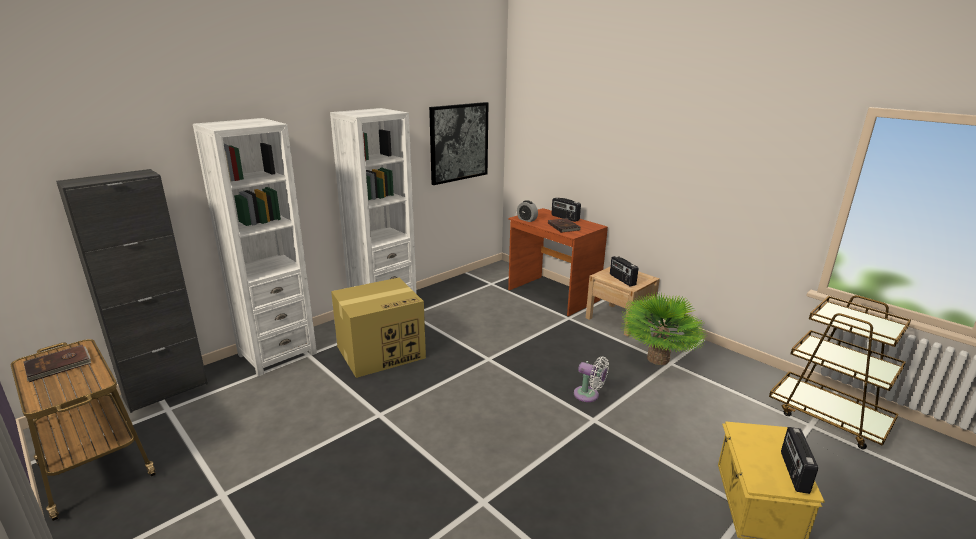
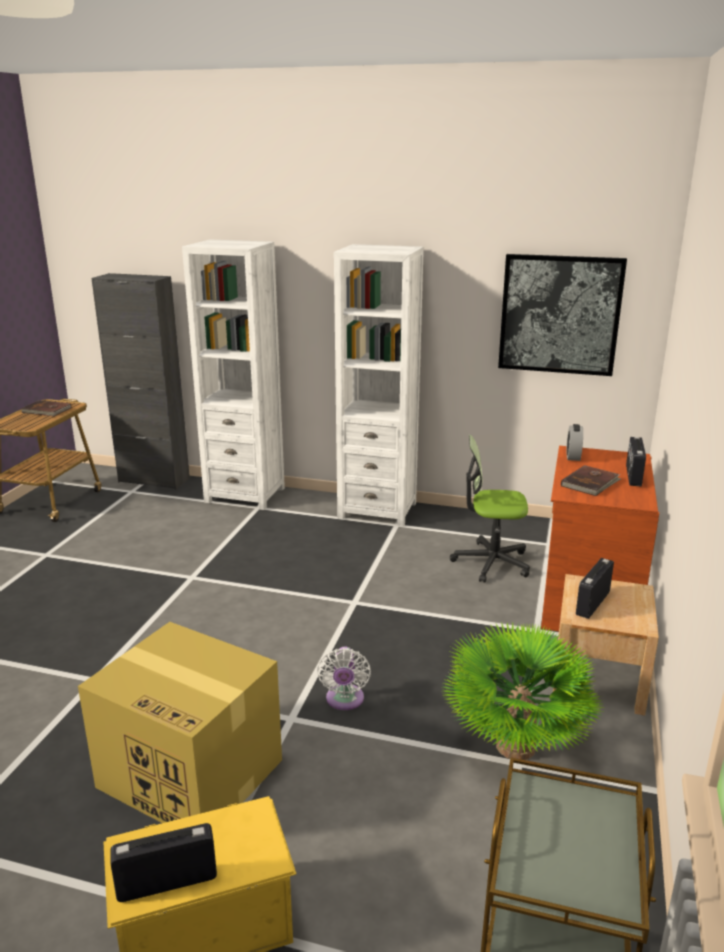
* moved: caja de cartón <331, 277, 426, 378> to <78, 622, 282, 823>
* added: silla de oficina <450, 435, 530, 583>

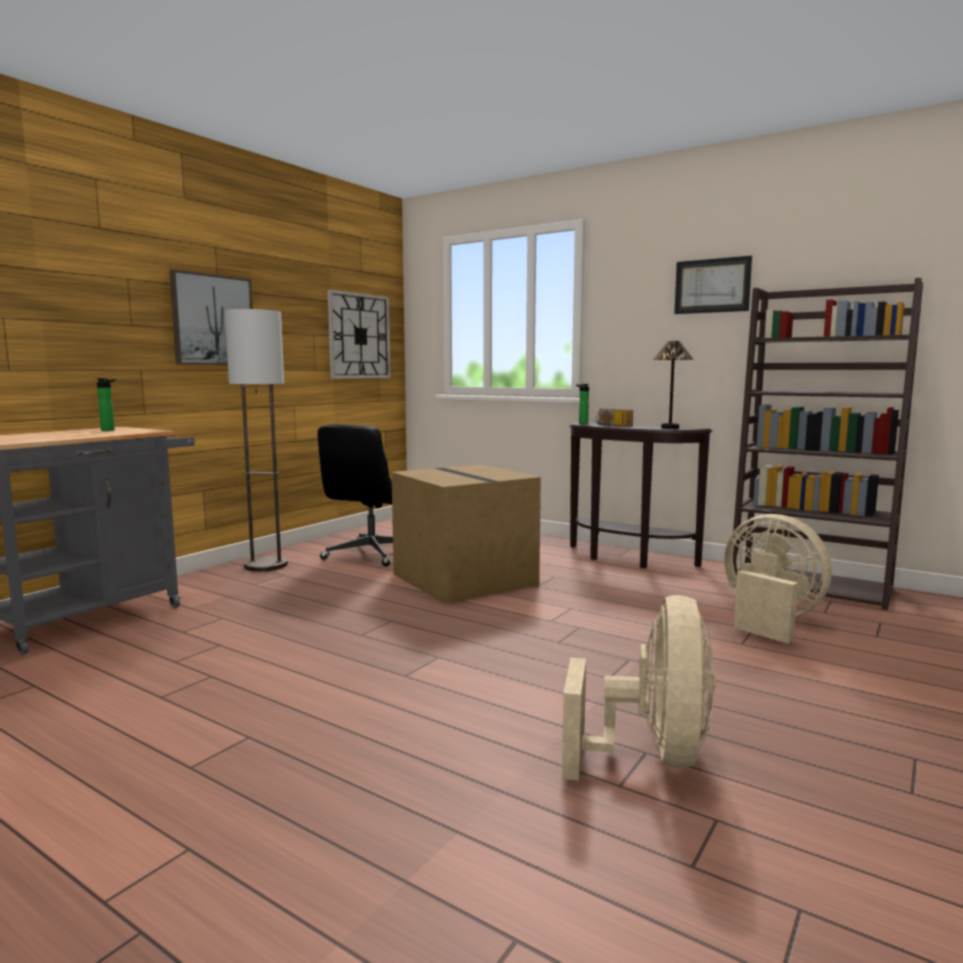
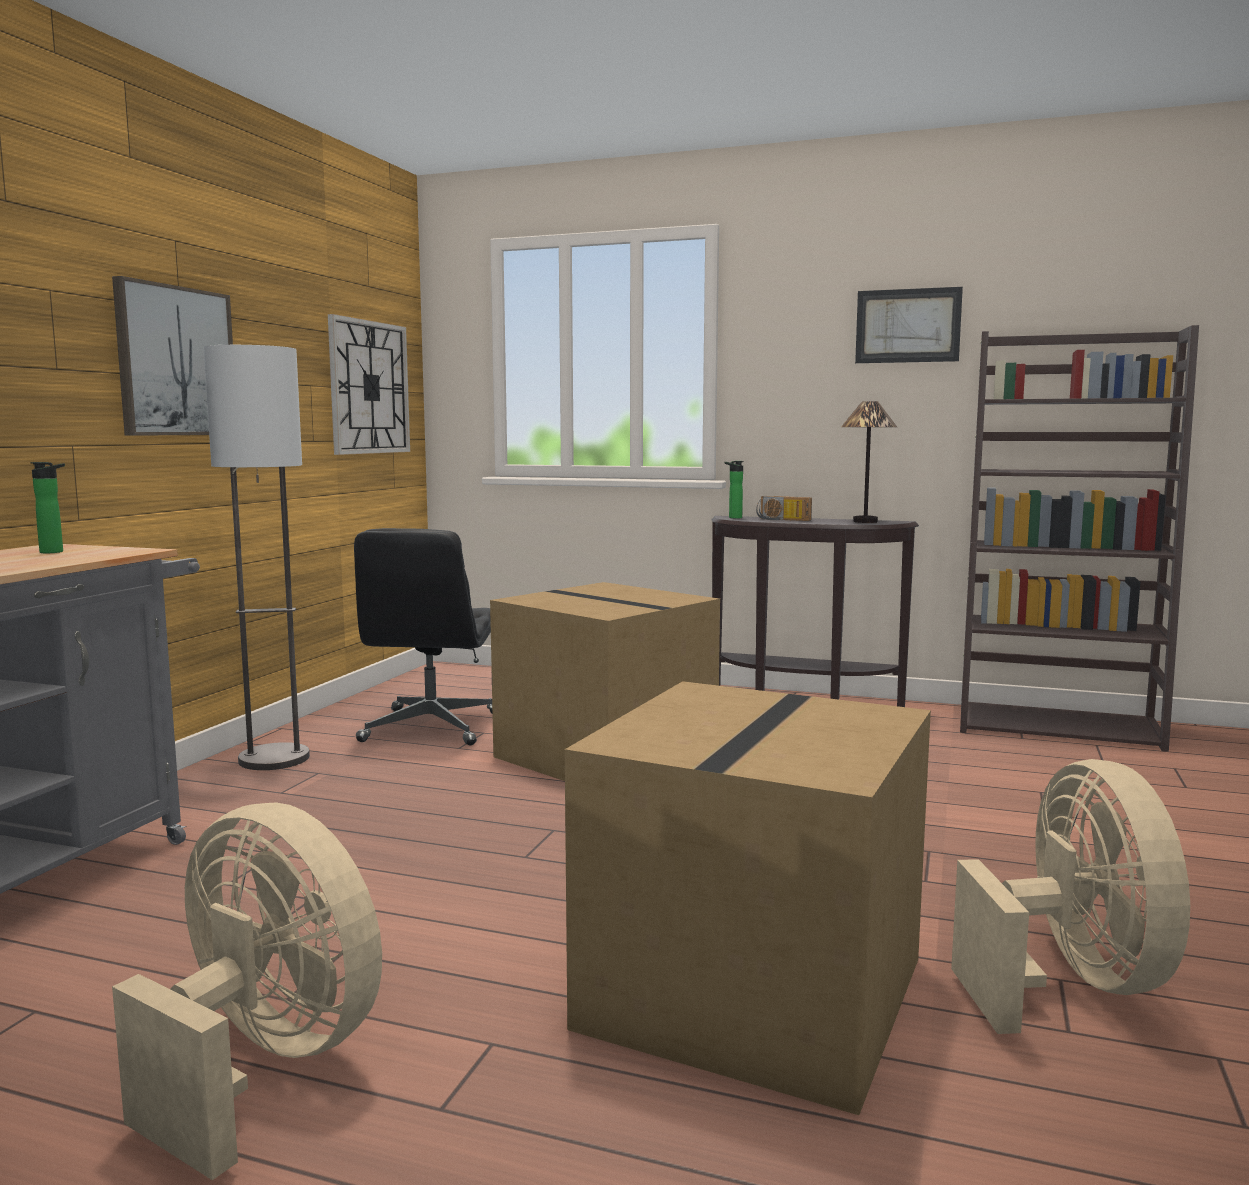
* moved: ventilador (beis) <724, 514, 832, 644> to <112, 803, 382, 1180>
* added: caja de cartón <565, 681, 931, 1115>

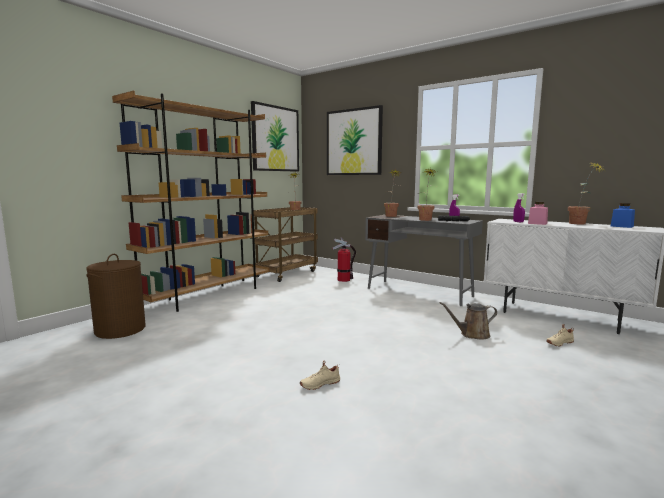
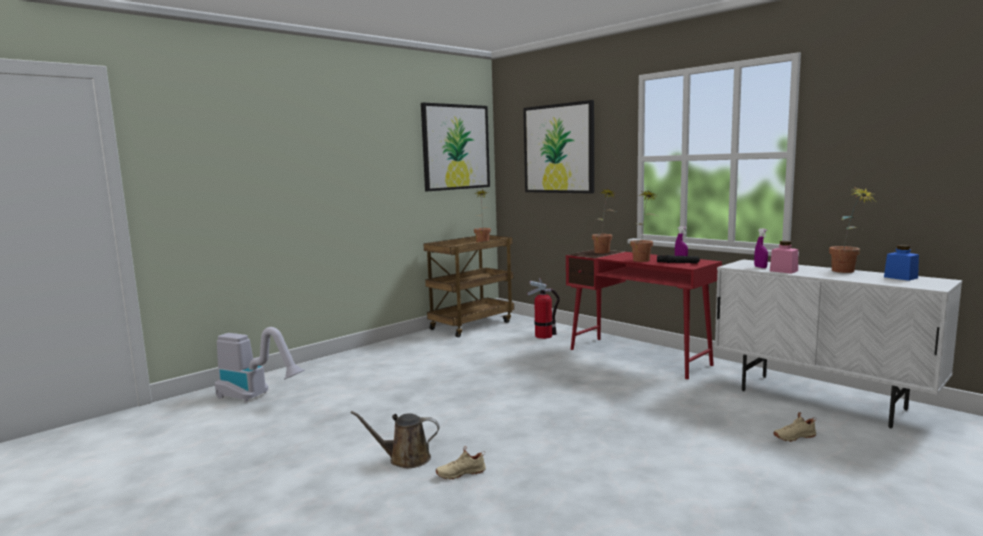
* replaced: cesto de la ropa (marrón) <86, 254, 146, 339> to aspiradora <215, 327, 305, 402>
* removed: estantería (marrón) <112, 91, 269, 312>
* recoloured: escritorio (gris) <365, 215, 483, 306> to escritorio (rojo) <566, 249, 722, 379>
* moved: regadera (marrón) <439, 302, 497, 340> to <350, 411, 440, 468>

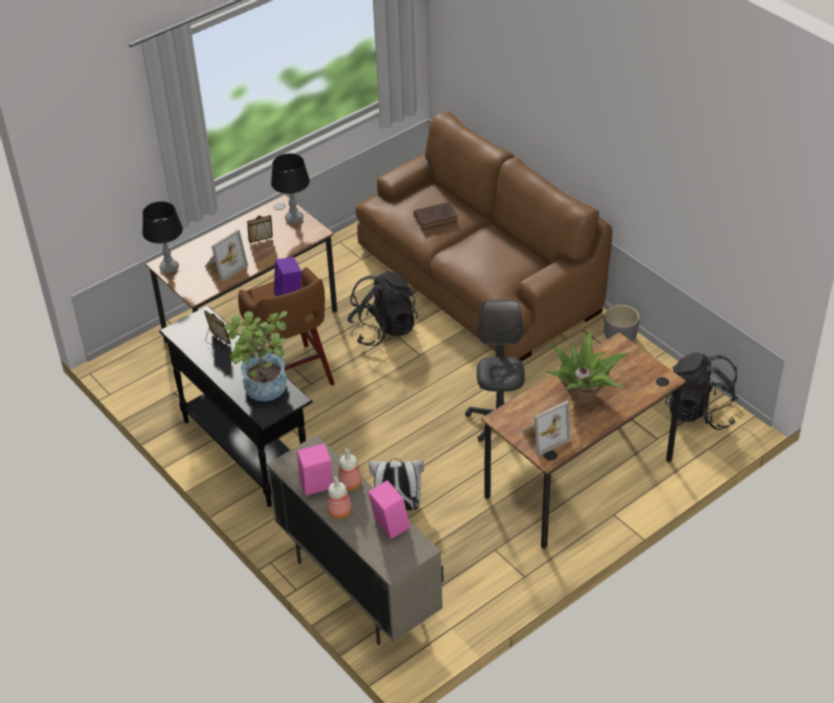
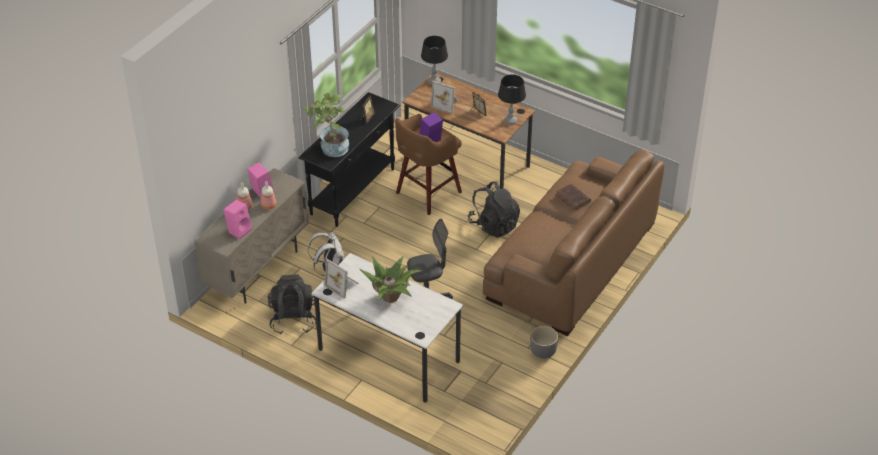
* recoloured: escritorio (marrón) <481, 332, 686, 549> to escritorio (blanco) <311, 253, 463, 403>
* moved: mochila (negro) <665, 352, 739, 430> to <268, 274, 316, 335>

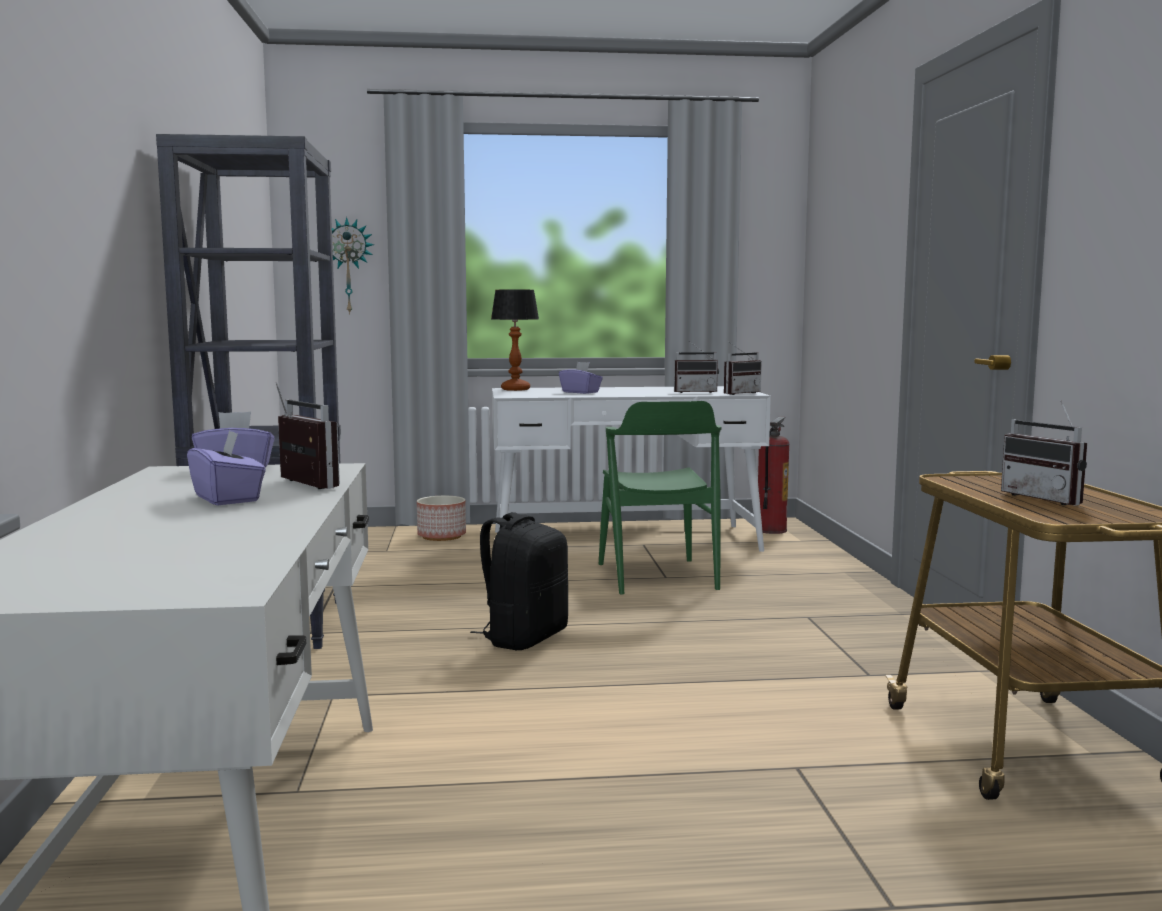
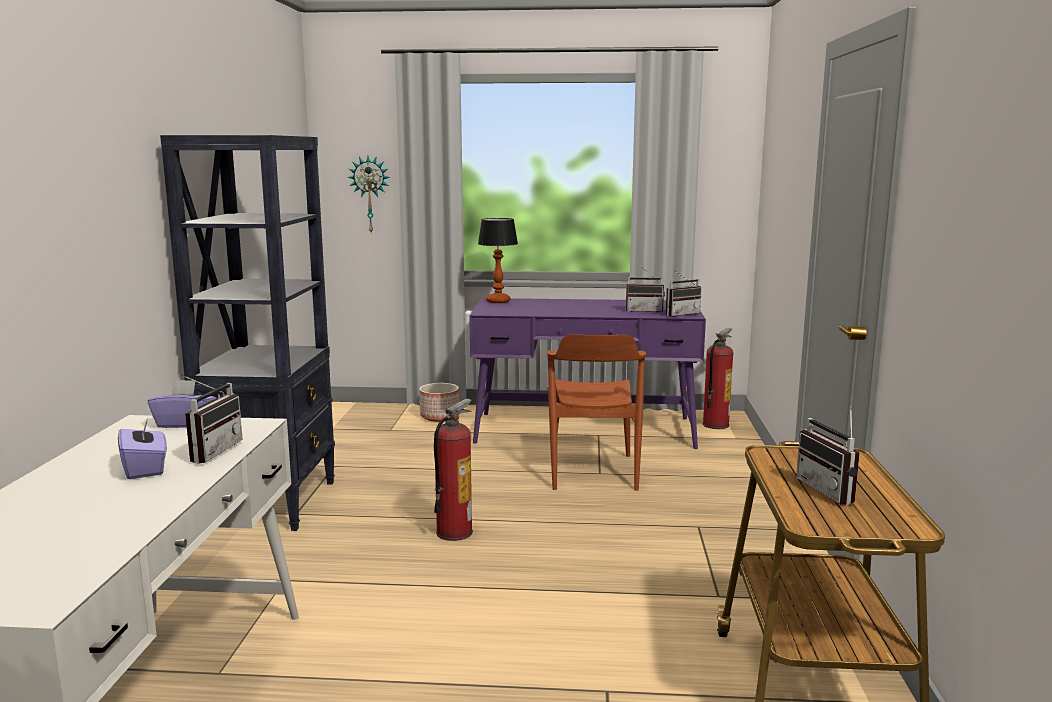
* turned: radio <276, 383, 340, 489> = <181, 375, 243, 464> 45 degrees clockwise
* replaced: mochila (negro) <470, 512, 568, 650> to extintor <434, 399, 473, 541>
* recoloured: escritorio (blanco) <492, 386, 771, 552> to escritorio (morado) <469, 298, 706, 449>
* removed: caja de pañuelos (morado) <559, 362, 603, 394>
* recoloured: silla (verde) <599, 401, 722, 594> to silla (marrón) <547, 334, 646, 491>

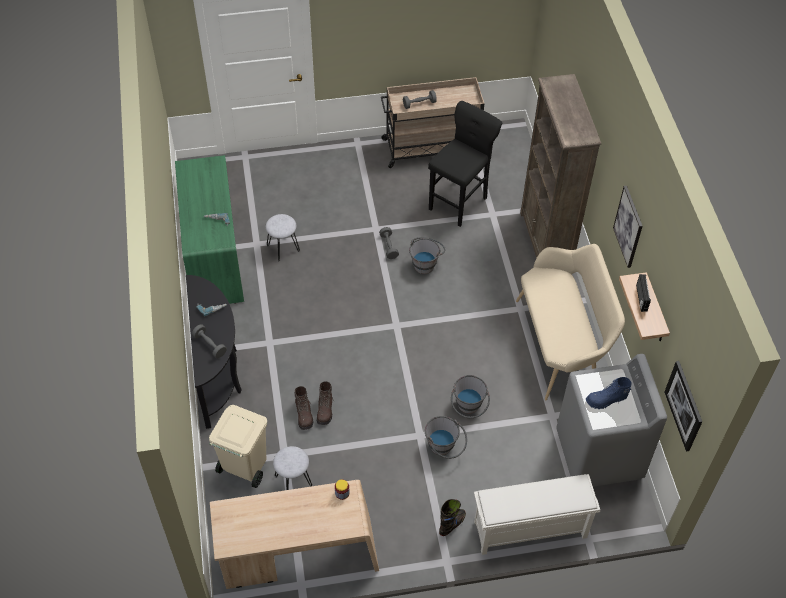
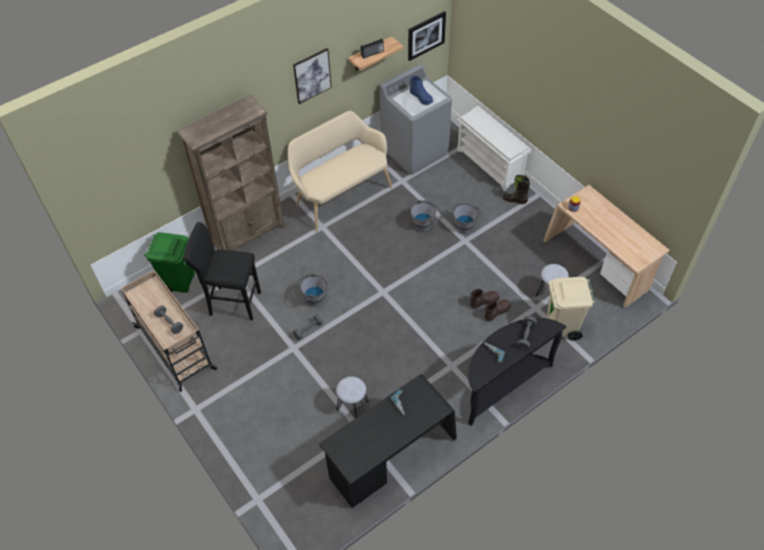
* recoloured: escritorio (verde) <175, 155, 244, 304> to escritorio (negro) <319, 374, 457, 508>
* added: papelera (verde) <144, 232, 195, 293>

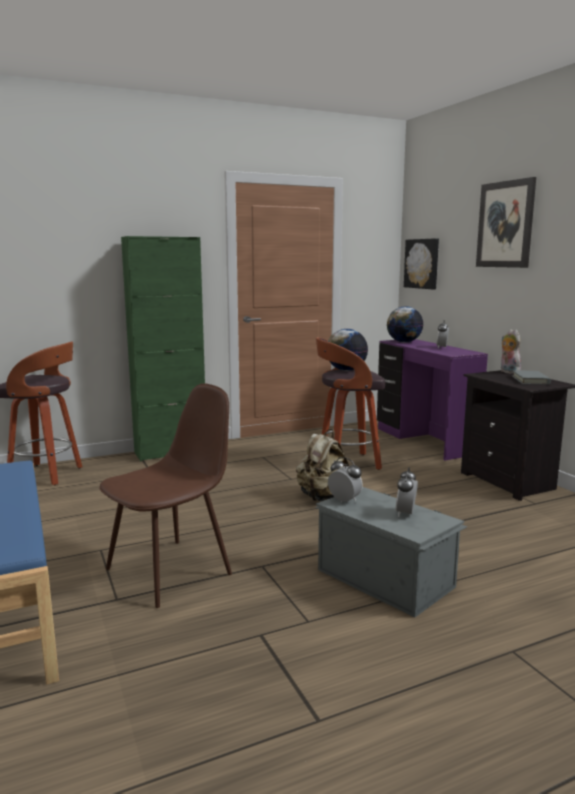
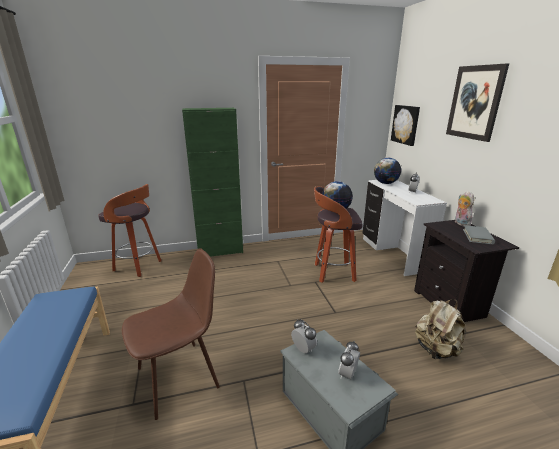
* moved: mochila (beis) <296, 429, 349, 501> to <415, 299, 465, 359>
* recoloured: escritorio (morado) <377, 339, 488, 461> to escritorio (blanco) <363, 180, 447, 276>

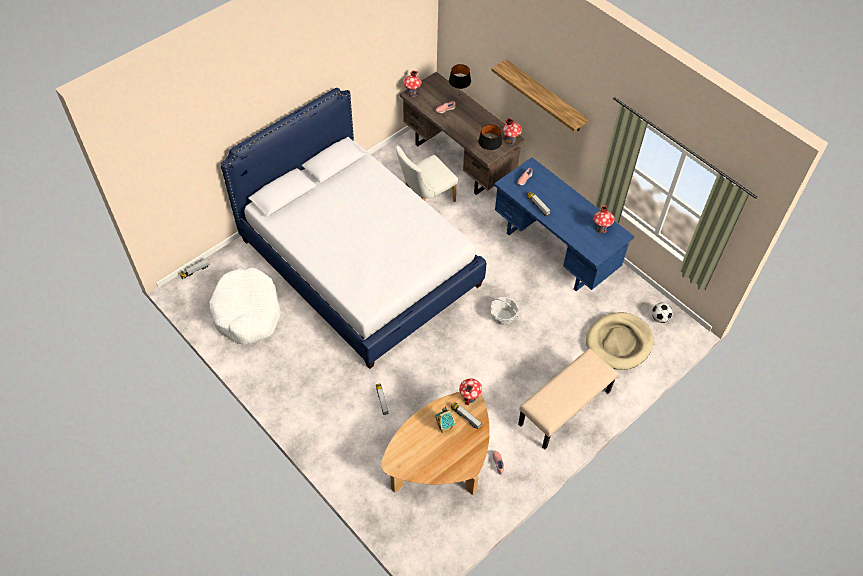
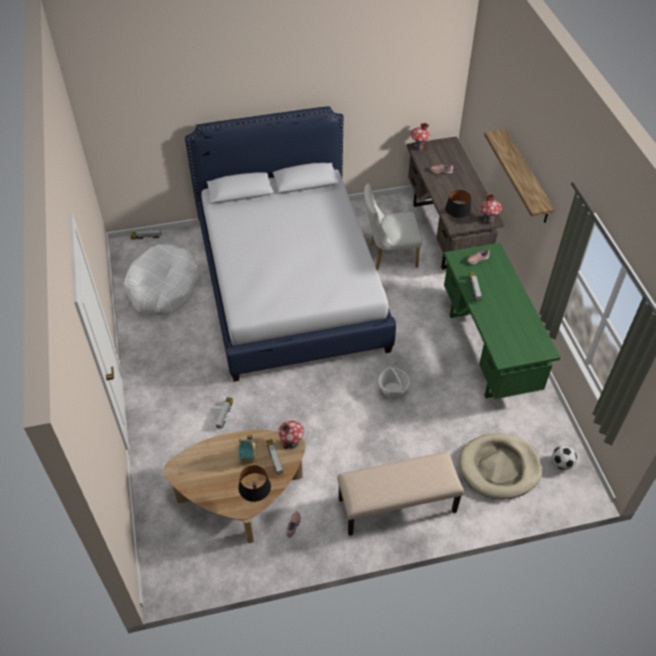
* moved: lámpara de mesa (negro) <449, 64, 471, 93> to <238, 465, 271, 502>
* recoloured: escritorio (azul) <494, 157, 634, 291> to escritorio (verde) <444, 243, 561, 399>
* removed: casita <594, 205, 614, 234>

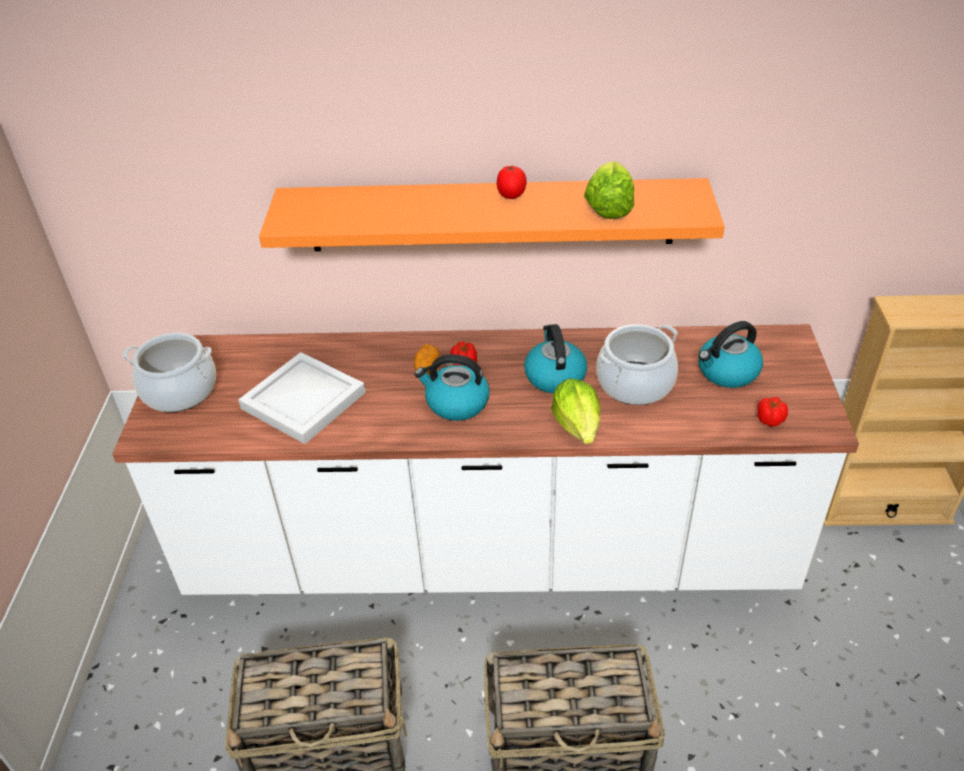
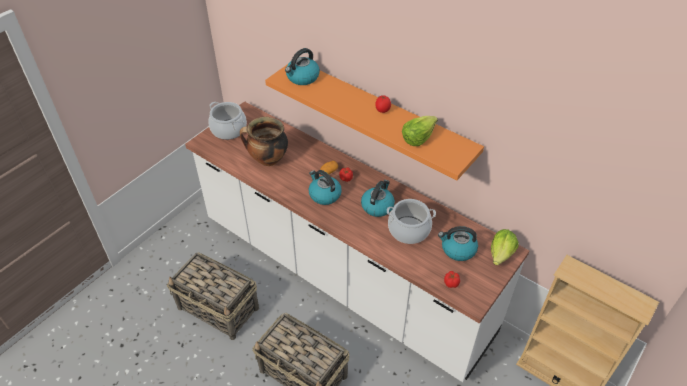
* replaced: bandeja (blanco) <238, 352, 366, 444> to olla <240, 117, 288, 166>
* moved: lechuga <551, 379, 601, 444> to <491, 229, 519, 265>
* added: hervidor <285, 48, 320, 85>

